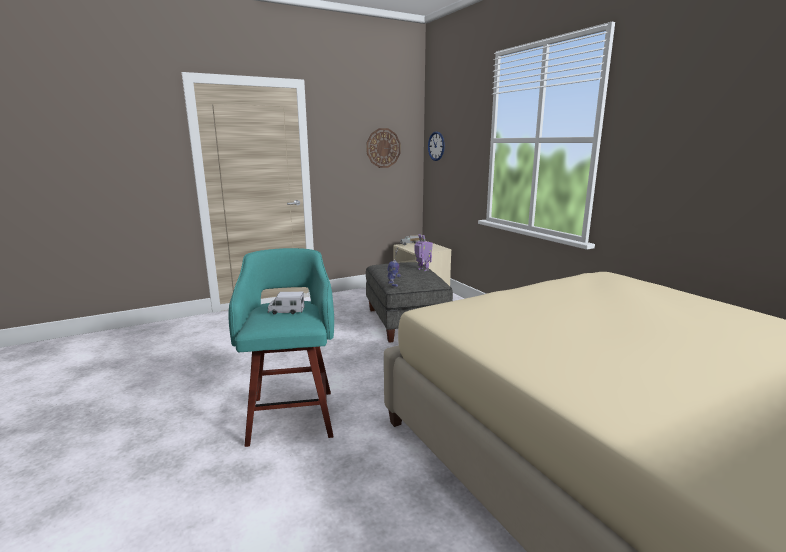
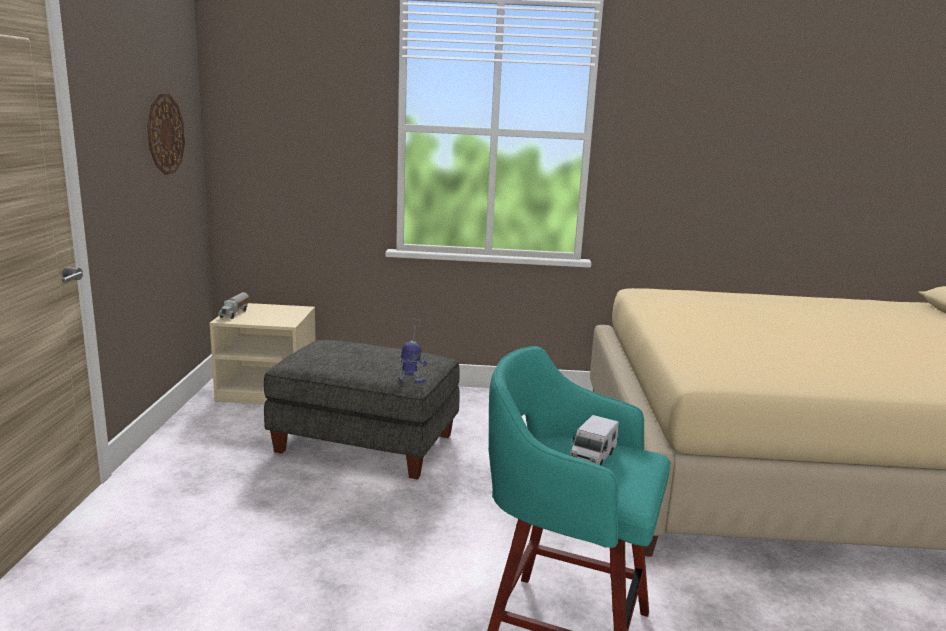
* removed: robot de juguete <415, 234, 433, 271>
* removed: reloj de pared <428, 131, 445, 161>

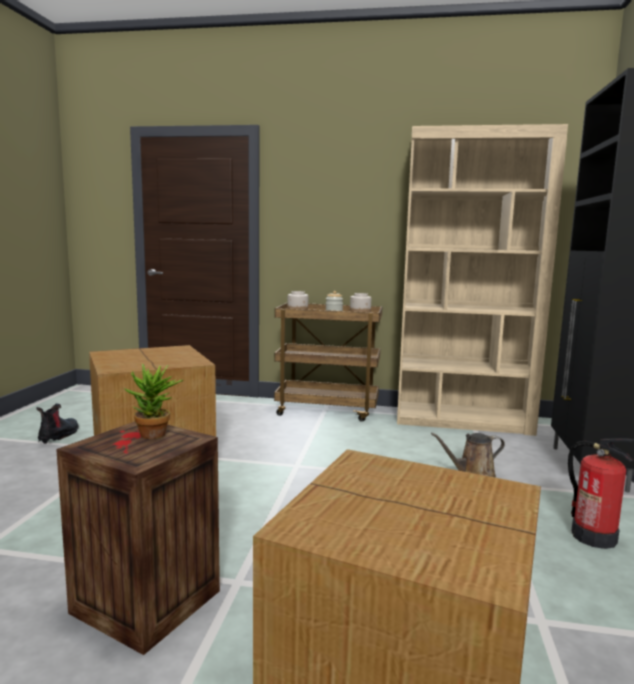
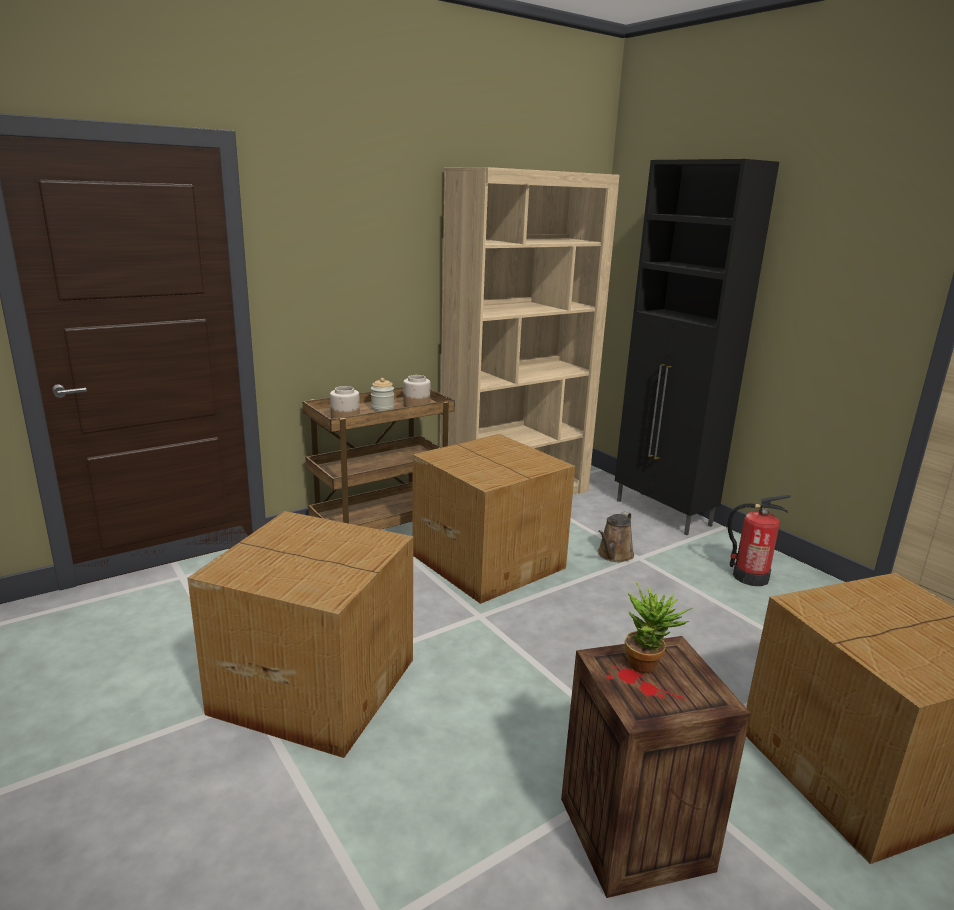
* removed: bota <36, 403, 79, 444>
* added: caja de cartón <412, 434, 575, 604>

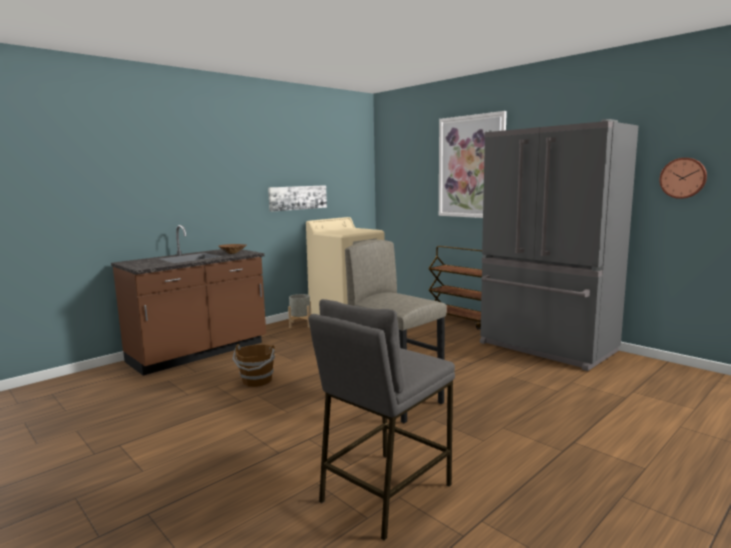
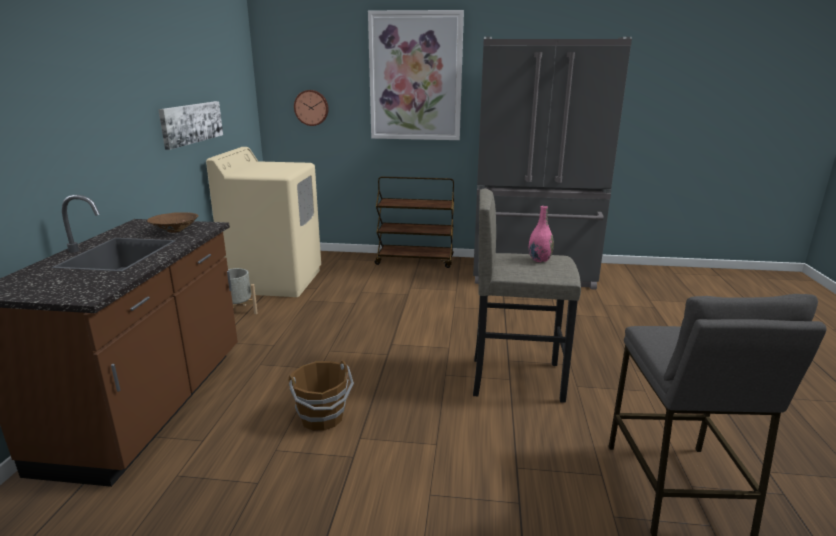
* moved: reloj de pared <659, 158, 707, 199> to <294, 90, 329, 126>
* added: florero (rosa) <529, 206, 554, 262>

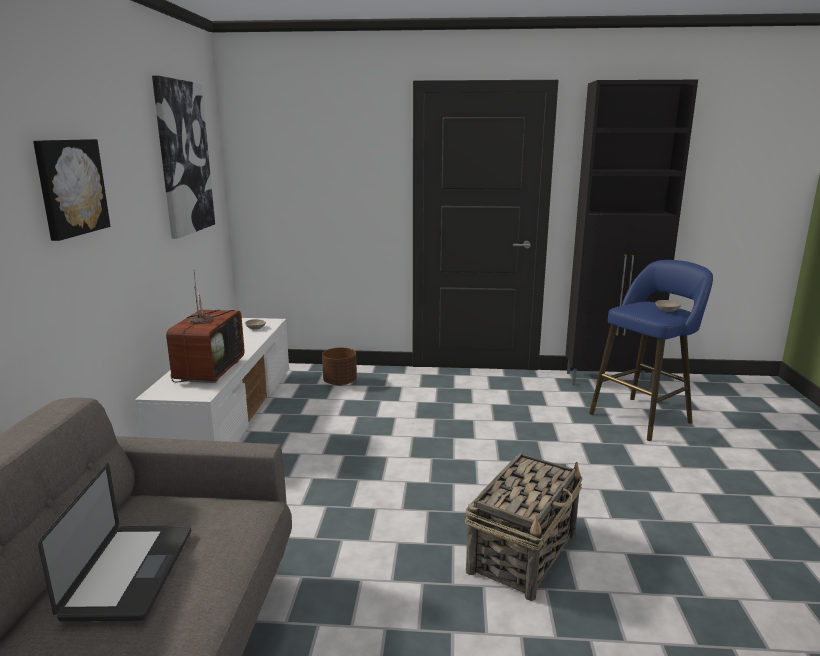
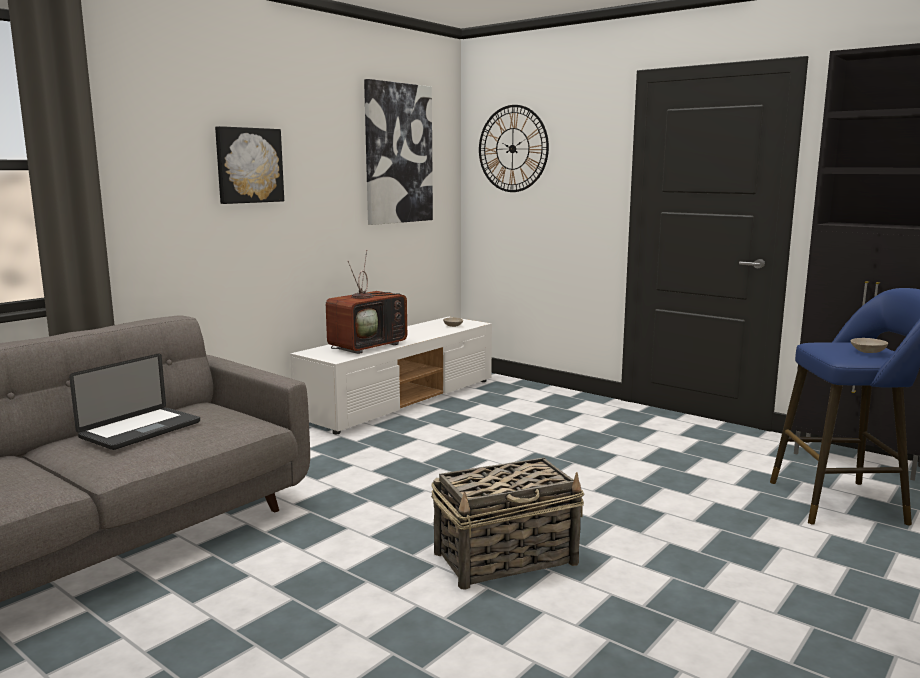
* removed: maceta (marrón) <322, 348, 357, 386>
* added: reloj de pared <479, 105, 549, 192>

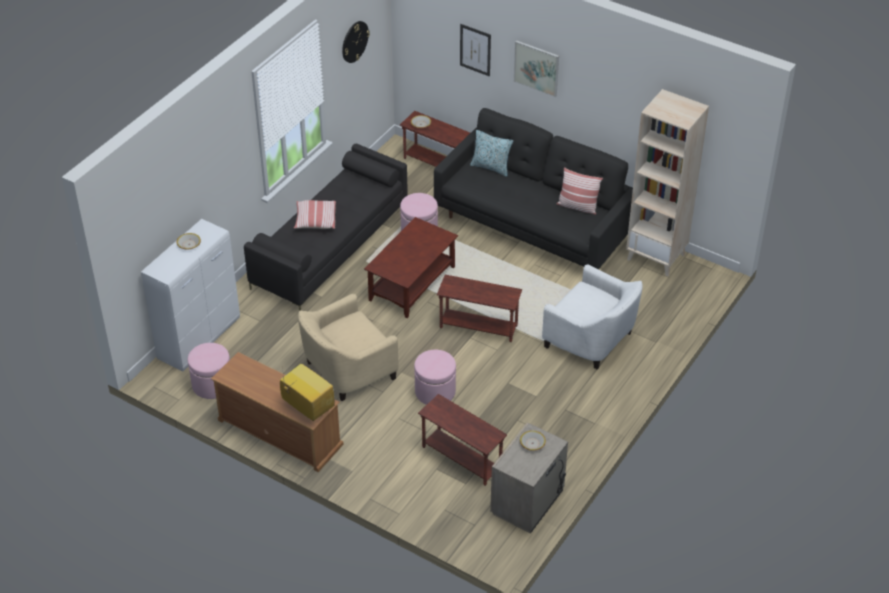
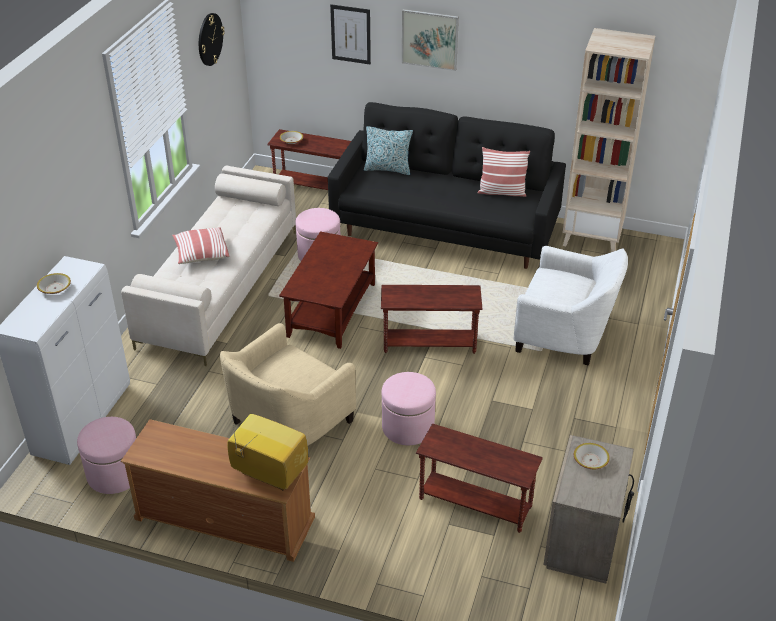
* recoloured: sofá (negro) <244, 143, 408, 311> to sofá (beis) <121, 165, 296, 366>

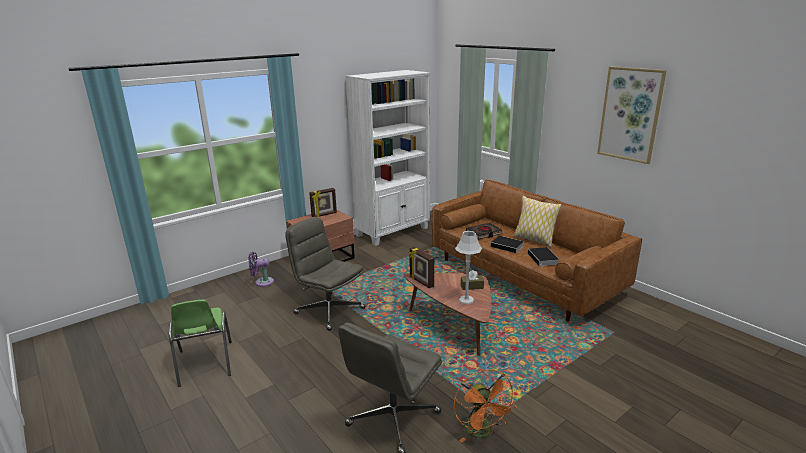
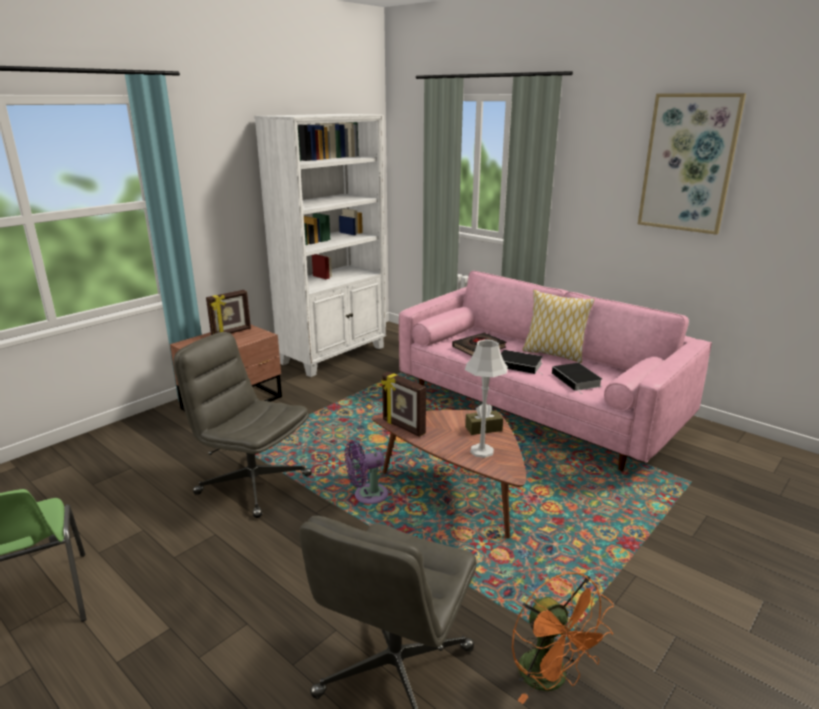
* moved: ventilador (morado) <249, 252, 274, 287> to <345, 441, 388, 504>
* recoloured: sofá (marrón) <432, 180, 642, 322> to sofá (rosa) <399, 271, 712, 471>

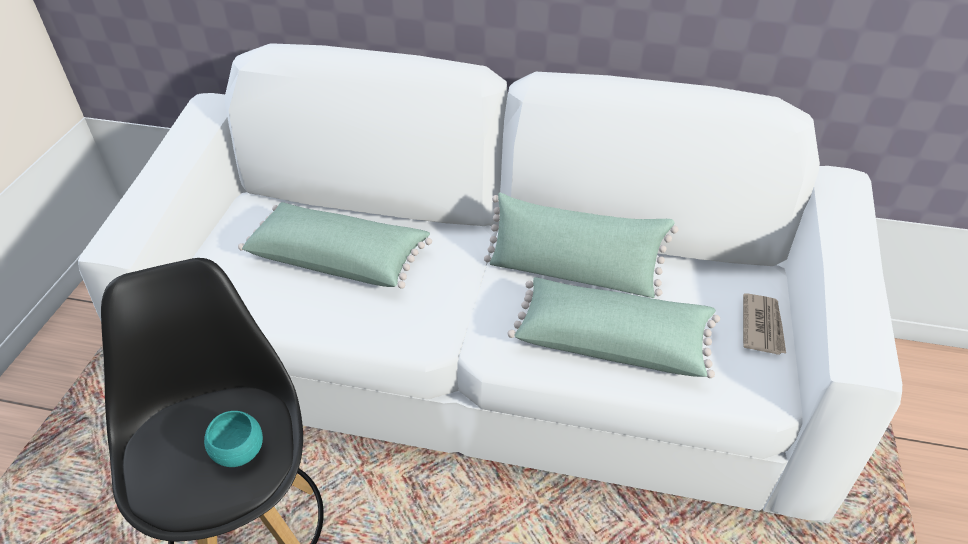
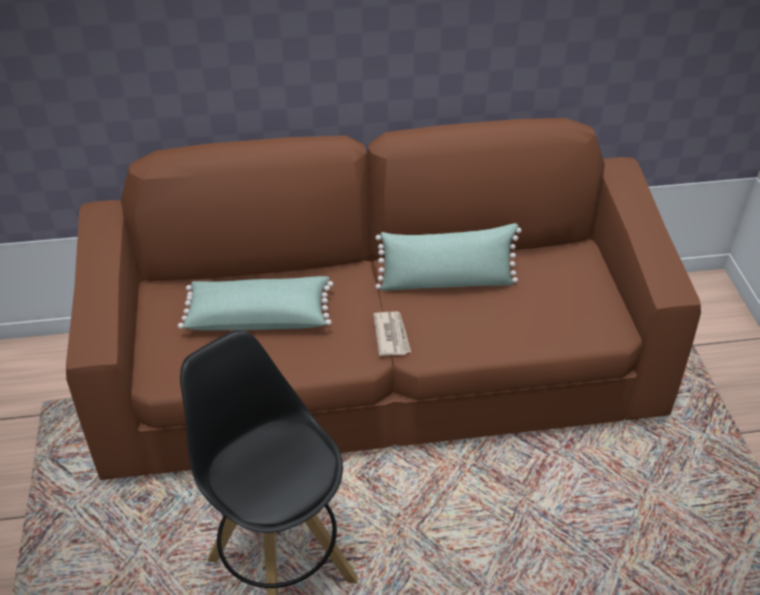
* recoloured: sofá (blanco) <78, 43, 902, 523> to sofá (marrón) <66, 118, 701, 480>
* removed: cuenco (turquesa) <204, 411, 263, 467>
* removed: cojín (verde) <508, 277, 720, 378>
* moved: periódico <743, 293, 786, 355> to <373, 312, 411, 356>

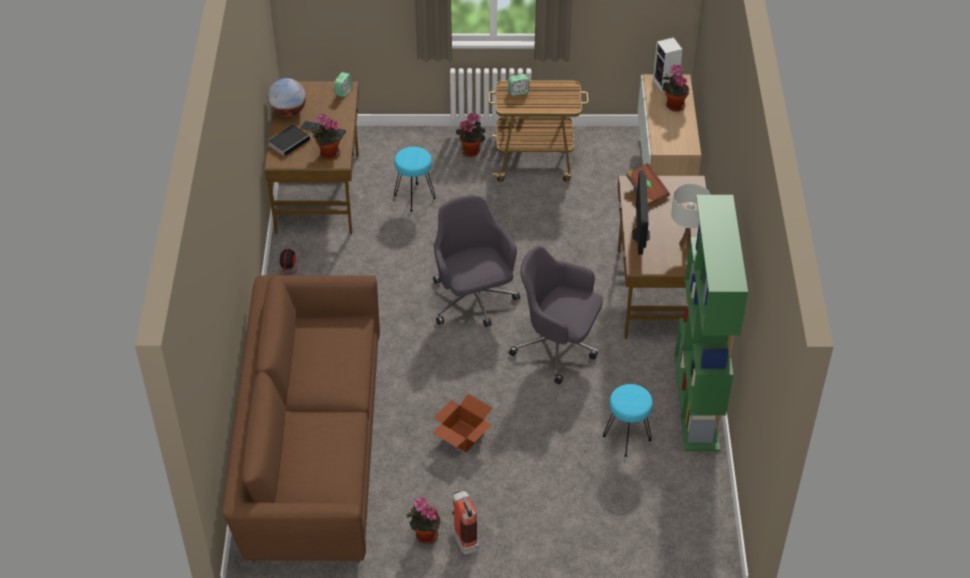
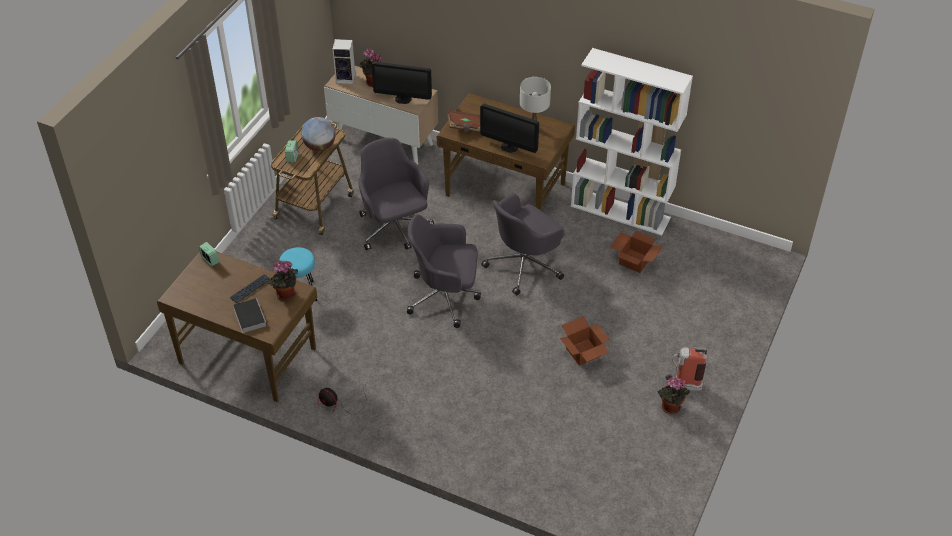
* removed: sofá (marrón) <222, 275, 380, 563>
* moved: globo terráqueo <268, 78, 306, 117> to <301, 117, 336, 151>
* removed: planta en maceta <456, 113, 485, 157>
* replaced: taburete (turquesa) <603, 384, 653, 457> to caja de cartón <610, 231, 663, 273>
* recoloured: estantería (verde) <675, 195, 748, 451> to estantería (blanco) <571, 48, 693, 236>
* added: silla de oficina (gris) <358, 138, 434, 250>
* added: monitor <371, 62, 432, 104>

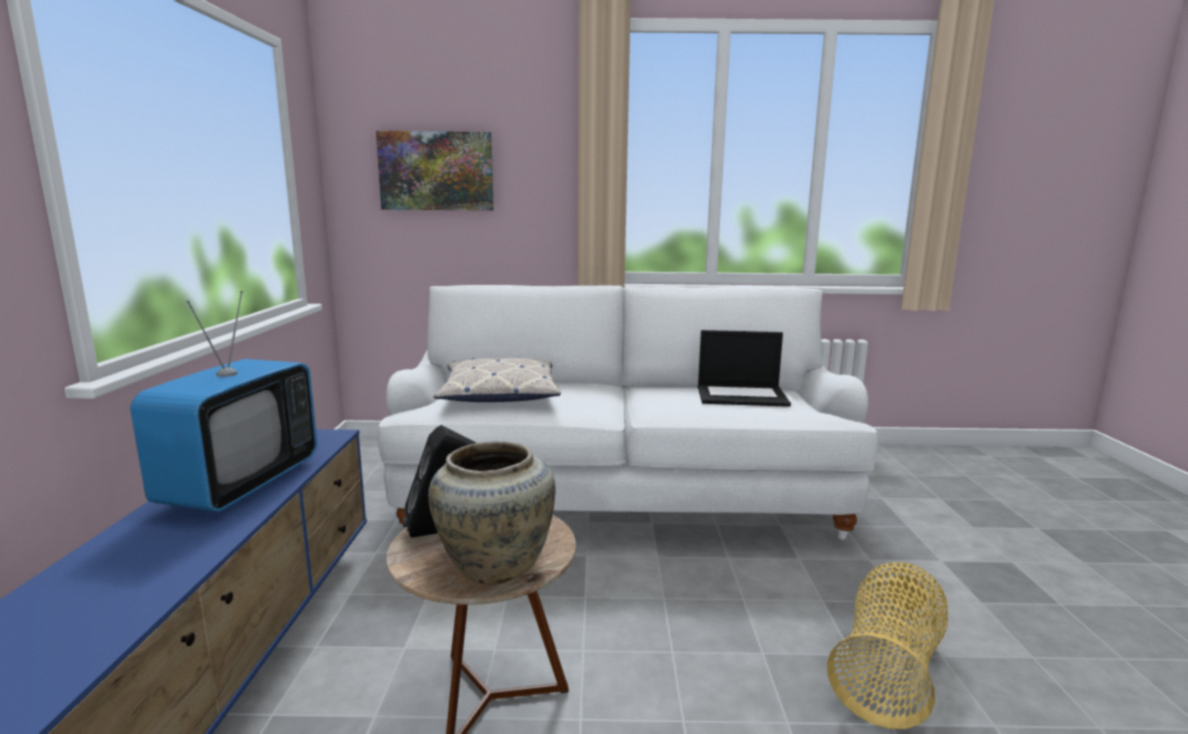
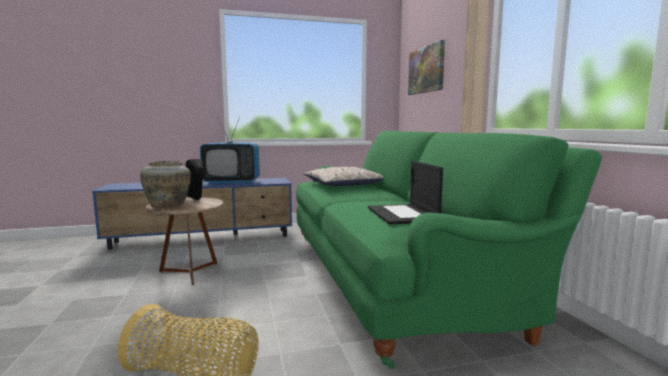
* recoloured: sofá (blanco) <377, 285, 878, 540> to sofá (verde) <296, 131, 602, 369>

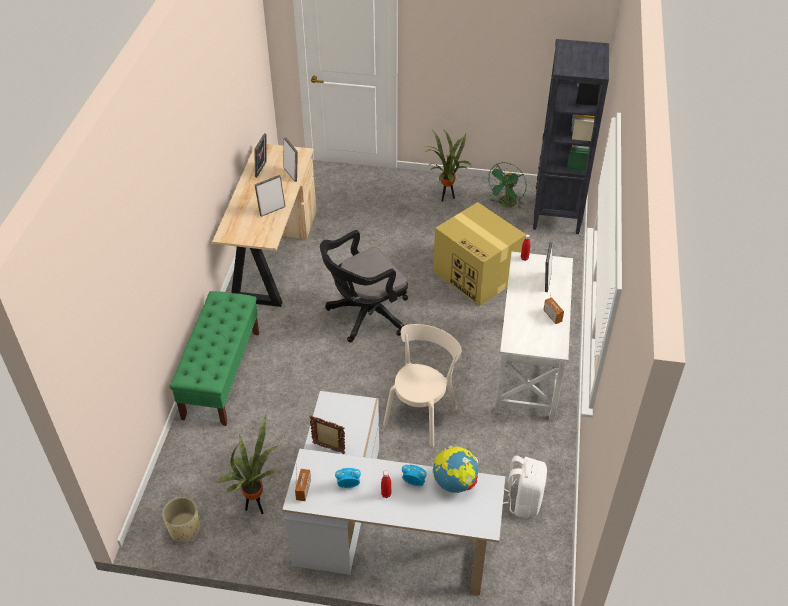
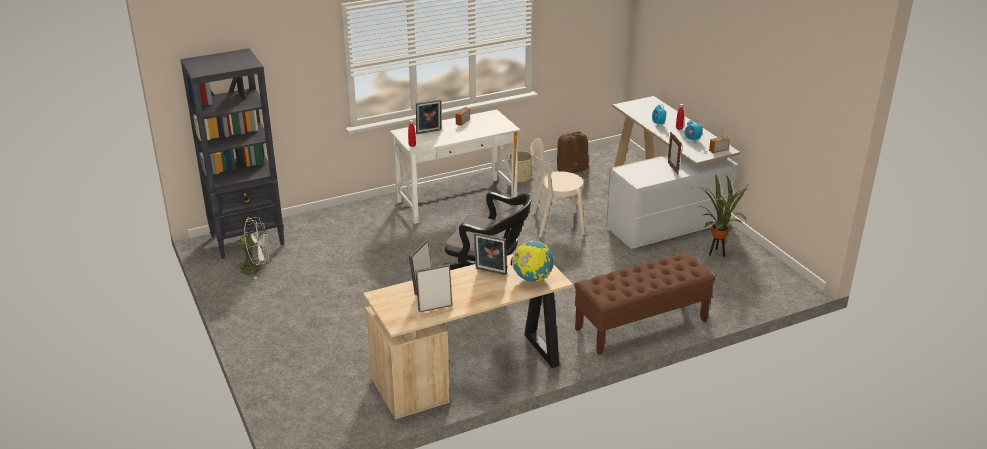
* moved: maceta (beis) <162, 497, 200, 543> to <508, 151, 532, 183>
* recoloured: banco (verde) <170, 291, 259, 426> to banco (marrón) <574, 252, 715, 355>
* removed: planta en maceta <425, 129, 472, 202>
* removed: caja de cartón <433, 202, 526, 306>
* moved: globo terráqueo <433, 445, 478, 493> to <511, 240, 554, 282>
* recoloured: ventilador (verde) <486, 162, 527, 209> to ventilador (blanco) <235, 217, 270, 279>
* recoloured: mochila (blanco) <503, 456, 547, 518> to mochila (marrón) <557, 132, 589, 176>

